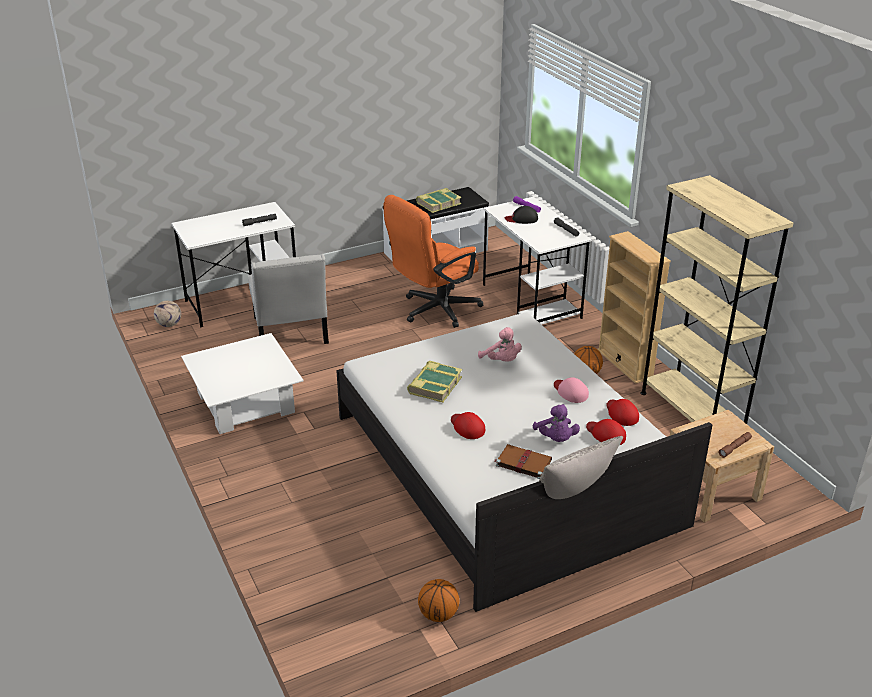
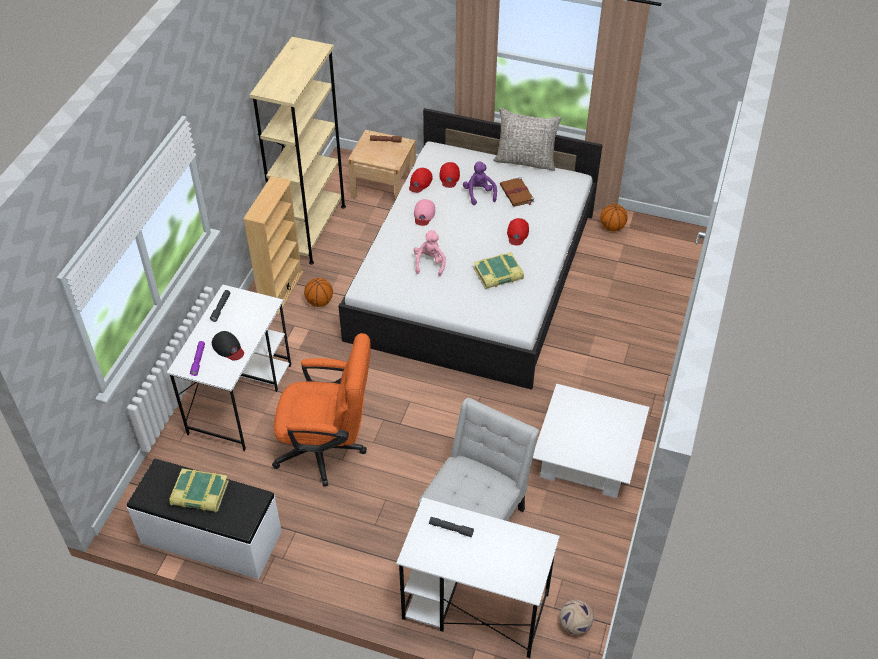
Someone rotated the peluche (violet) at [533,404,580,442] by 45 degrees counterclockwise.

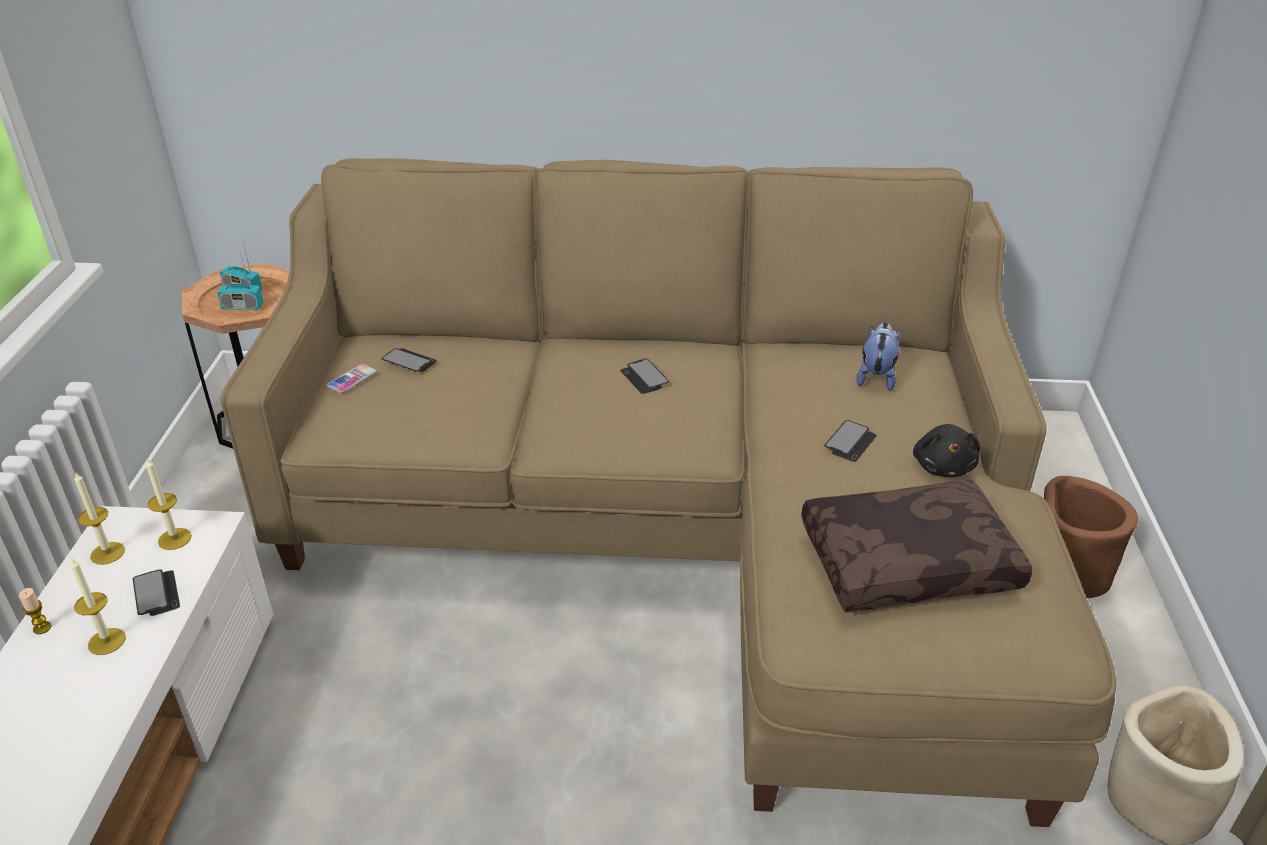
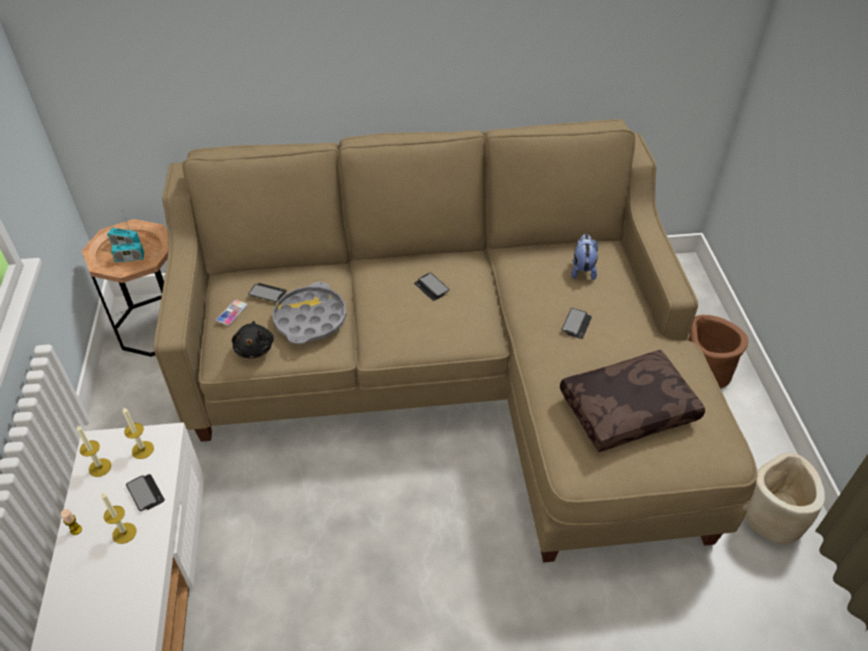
Someone carried the peluche (noir) from [913,424,980,477] to [232,321,274,358].
Someone put down the plateau (gris) at [273,282,346,344].

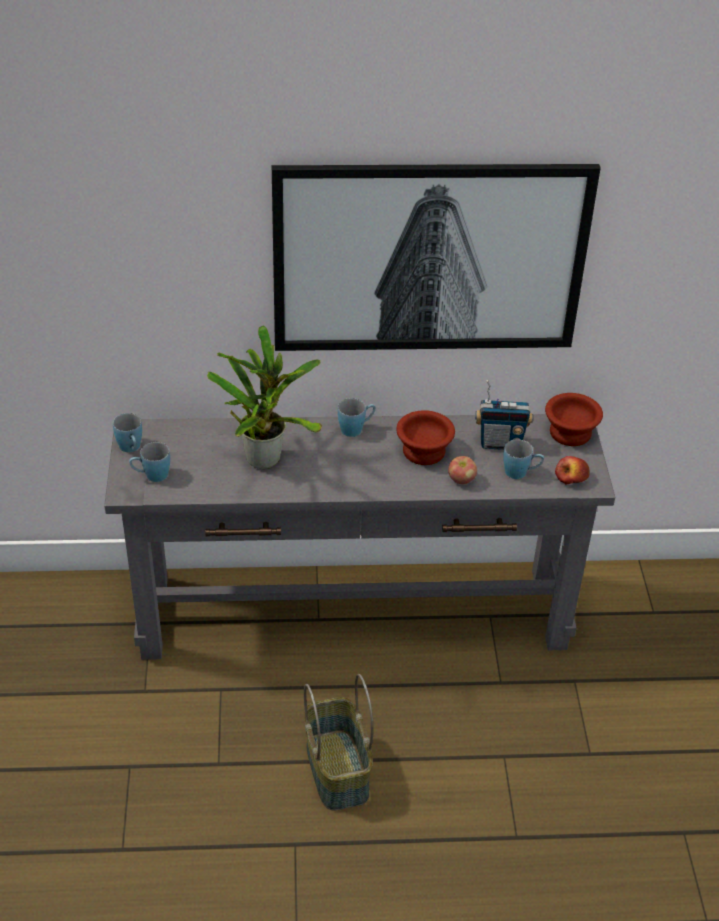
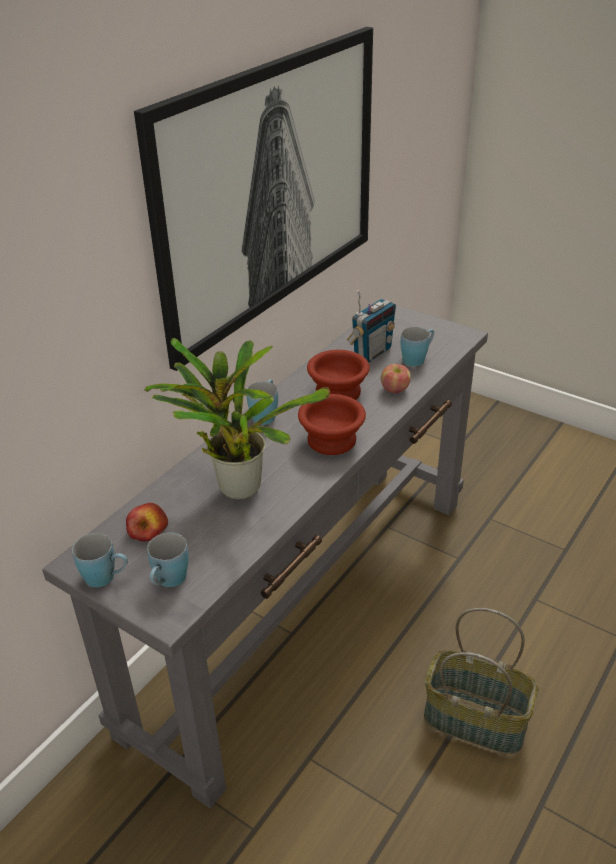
Someone carried the bol (marron) from [545,393,603,446] to [298,394,366,455].
Someone carried the pomme from [555,456,590,484] to [126,503,168,542].

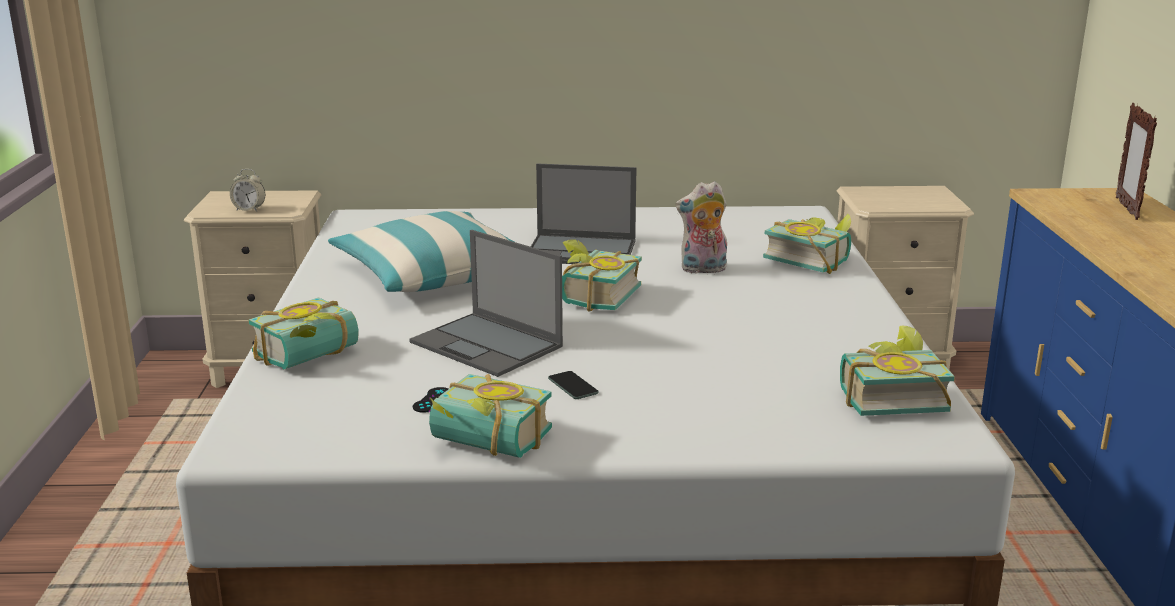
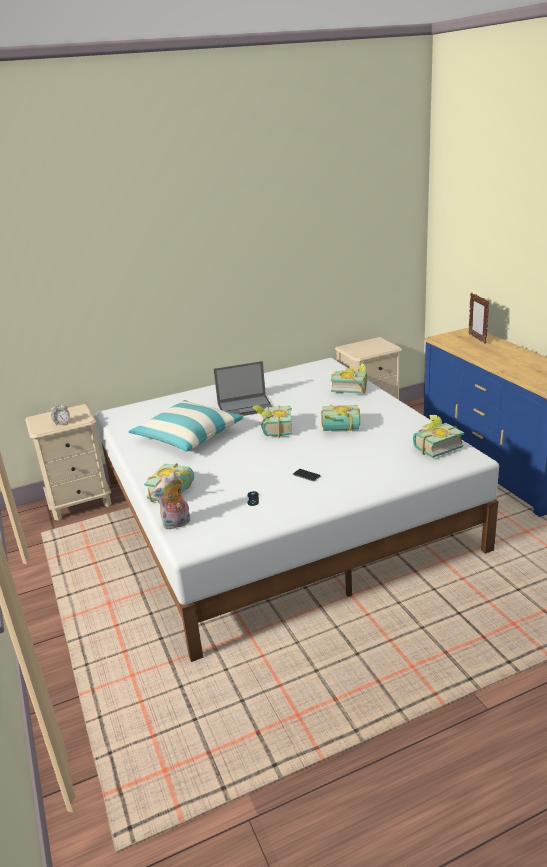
Someone carried the peluche from [675,181,727,274] to [152,472,190,530].
Someone took away the ordinateur portable at [409,230,563,377].
Someone carried the livre from [429,374,552,458] to [321,404,360,431].

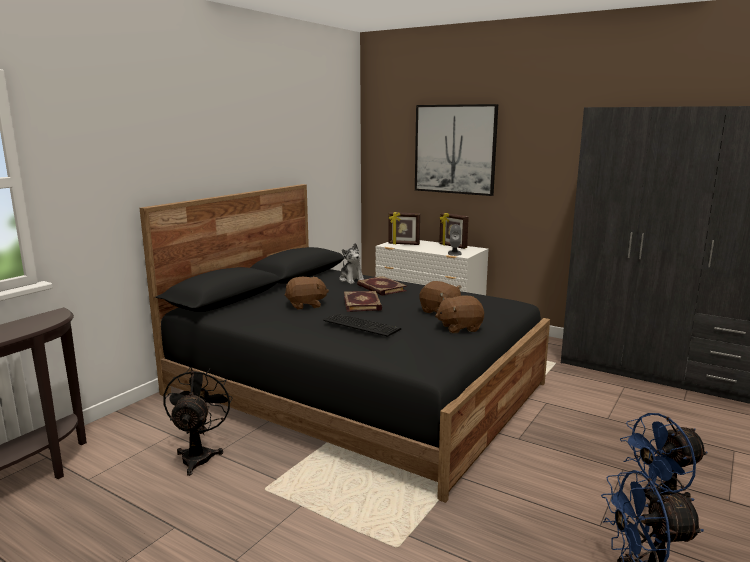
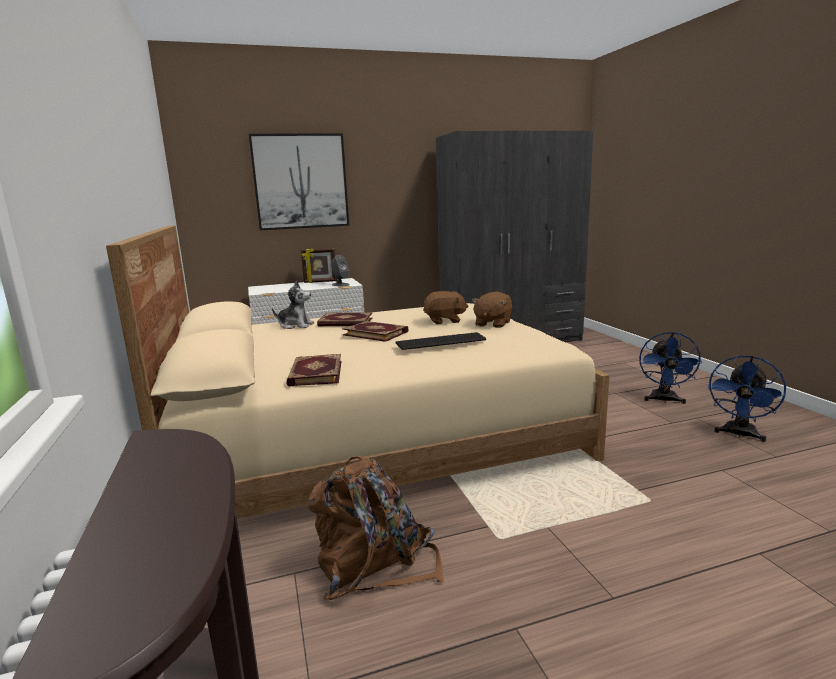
Someone repainted the lit (noir) at [140,184,550,503], which became the lit (beige) at [106,225,610,519].
Someone took away the cadre photo at [388,212,420,245].
Someone took away the peluche (marron) at [285,276,329,310].
Someone swapped the ventilateur (noir) at [164,367,233,476] for the sac à dos (marron) at [308,456,444,600].
Someone put down the livre at [286,354,341,387].

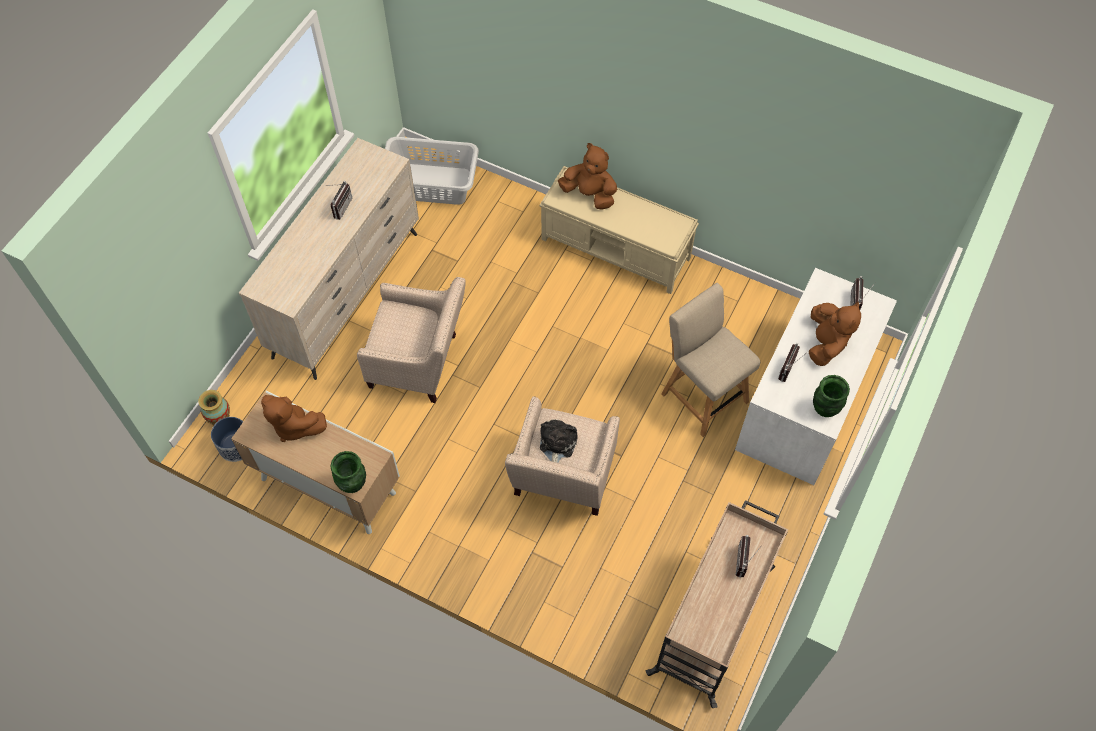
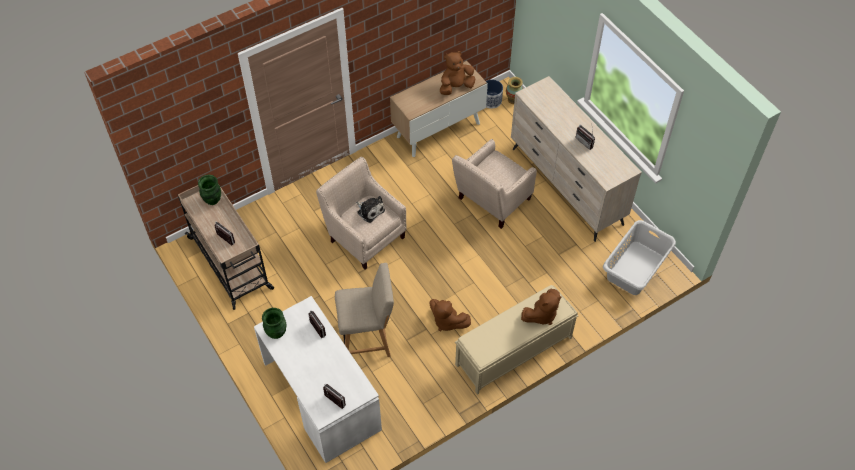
Someone carried the peluche (marron) from [809,302,861,366] to [429,299,471,331].
Someone carried the vase (vert) from [330,451,366,493] to [198,175,221,205].

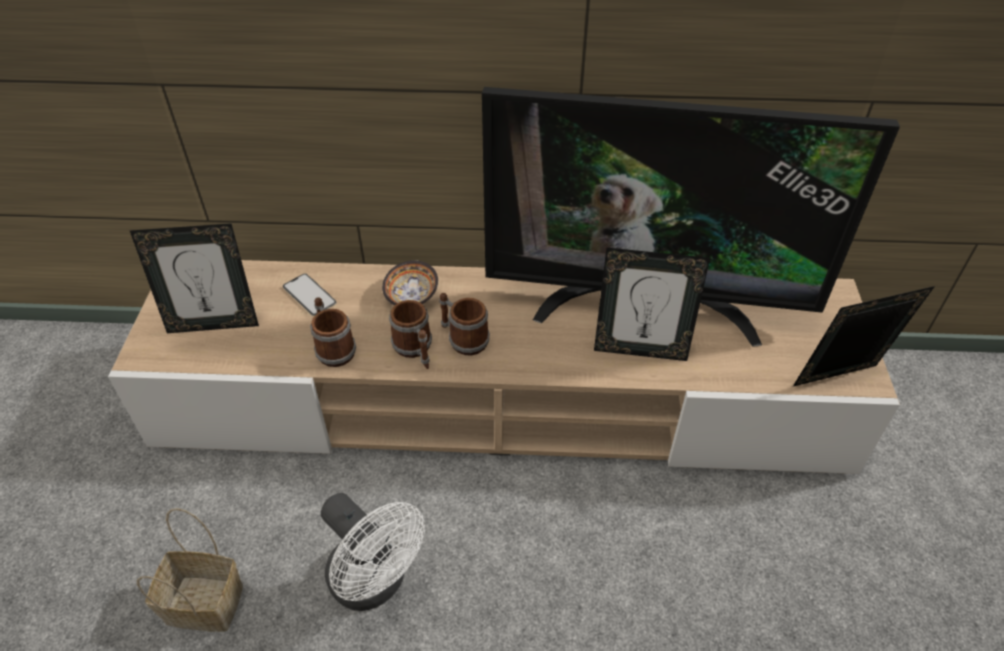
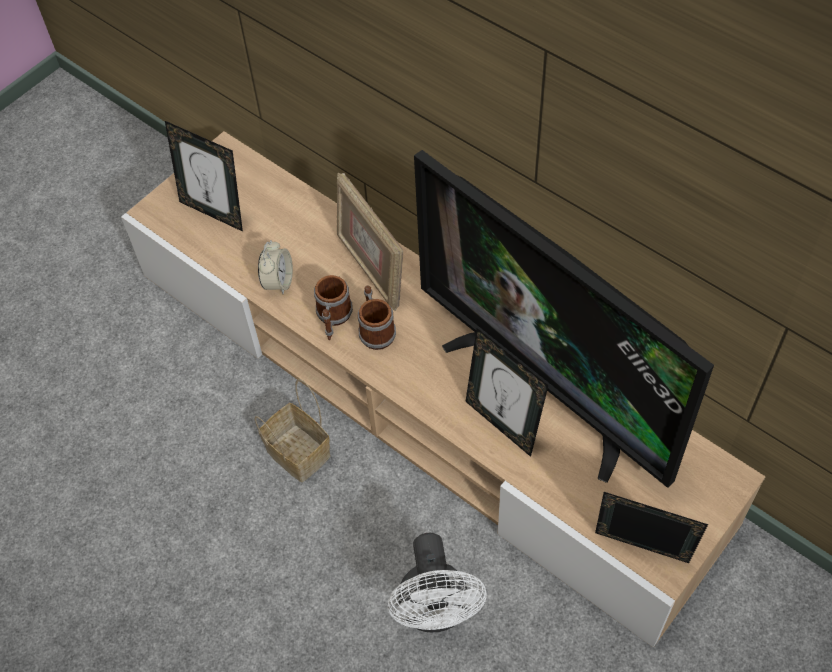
Someone swapped the bol at [382,260,438,306] for the cadre photo at [337,173,403,311].
Someone took away the téléphone at [283,273,337,316].
Someone swapped the mug at [310,297,356,367] for the réveil at [258,240,293,295].
Someone carried the ventilateur (blanc) from [321,493,425,611] to [388,533,487,632].
Someone carried the panier from [137,508,243,632] to [255,379,330,482].

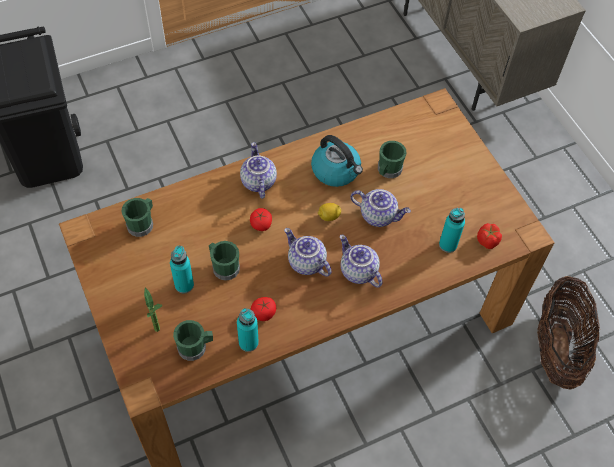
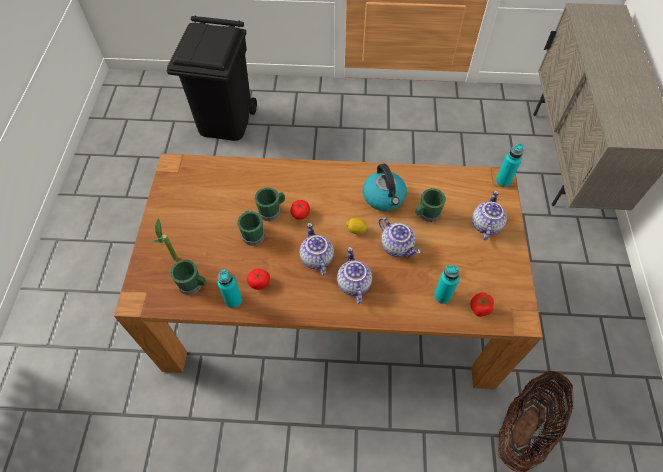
Someone carried the théière from [240,142,277,199] to [472,190,507,240].
Someone carried the mug (vert) from [122,198,153,237] to [255,187,285,221].
Someone carried the bouteille (turquoise) from [170,246,194,293] to [496,143,524,187].

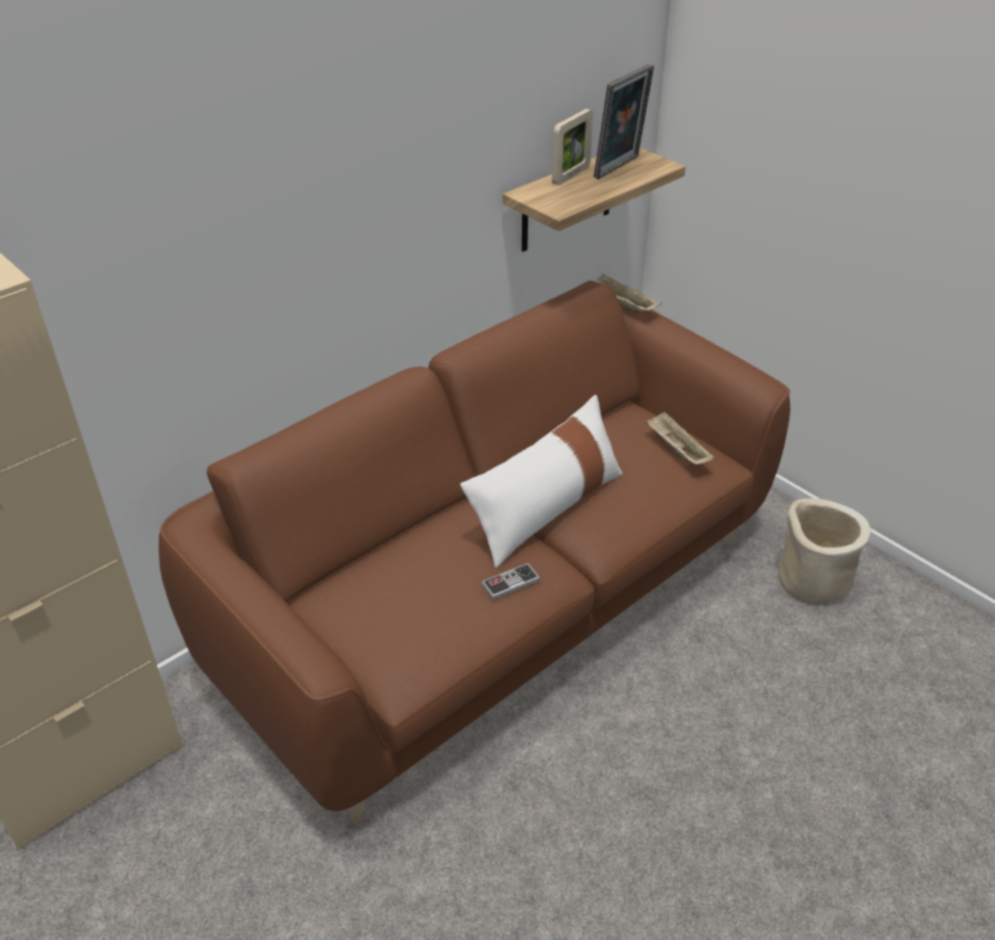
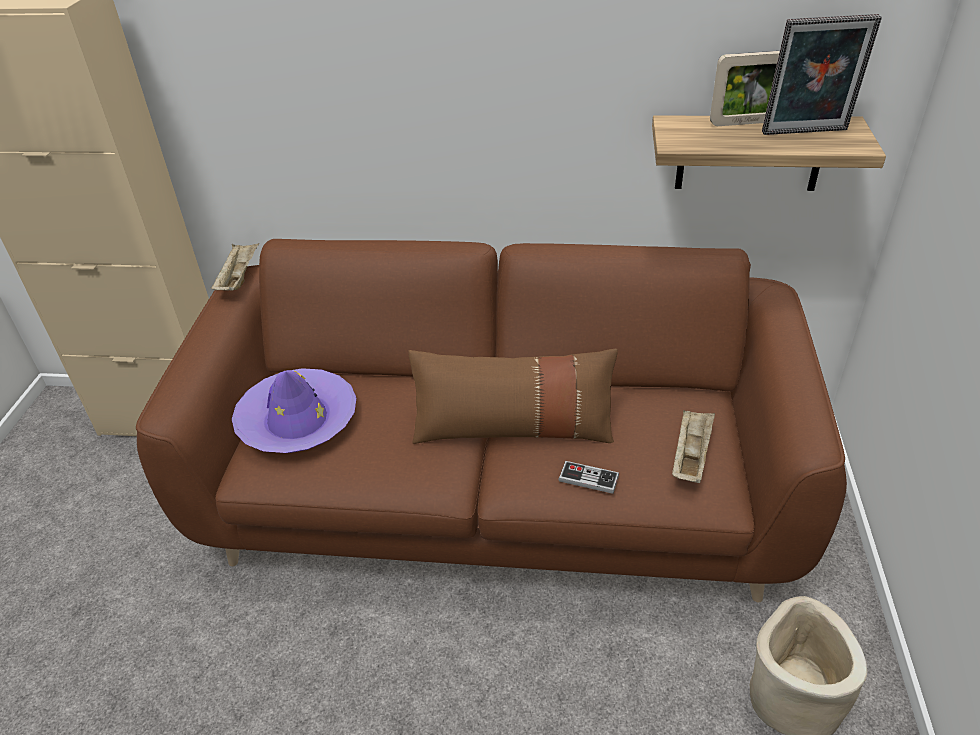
Someone carried the plateau (beige) from [595,274,662,313] to [211,243,259,291].
Someone repainted the coussin (blanc) at [460,395,623,568], which became the coussin (marron) at [408,349,618,444].
Someone carried the manette from [481,563,540,600] to [558,461,619,494].
Someone put down the chapeau (violet) at [232,368,356,453].

